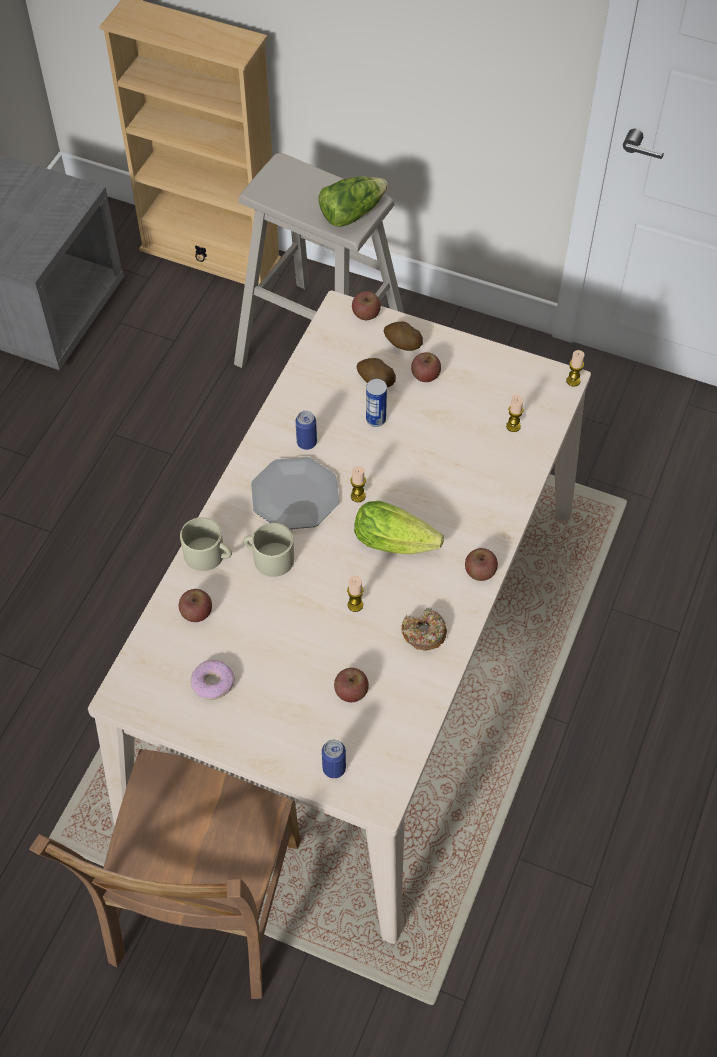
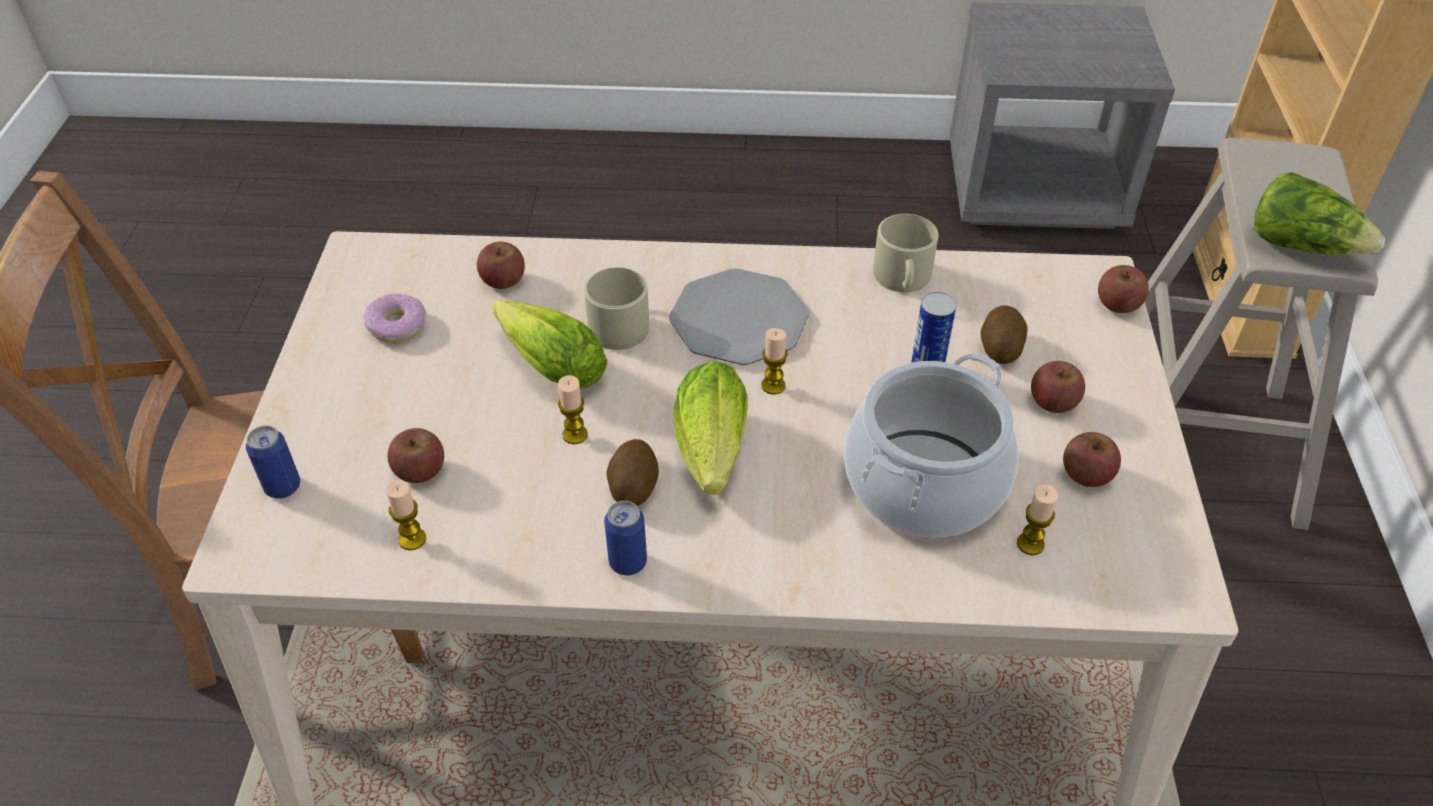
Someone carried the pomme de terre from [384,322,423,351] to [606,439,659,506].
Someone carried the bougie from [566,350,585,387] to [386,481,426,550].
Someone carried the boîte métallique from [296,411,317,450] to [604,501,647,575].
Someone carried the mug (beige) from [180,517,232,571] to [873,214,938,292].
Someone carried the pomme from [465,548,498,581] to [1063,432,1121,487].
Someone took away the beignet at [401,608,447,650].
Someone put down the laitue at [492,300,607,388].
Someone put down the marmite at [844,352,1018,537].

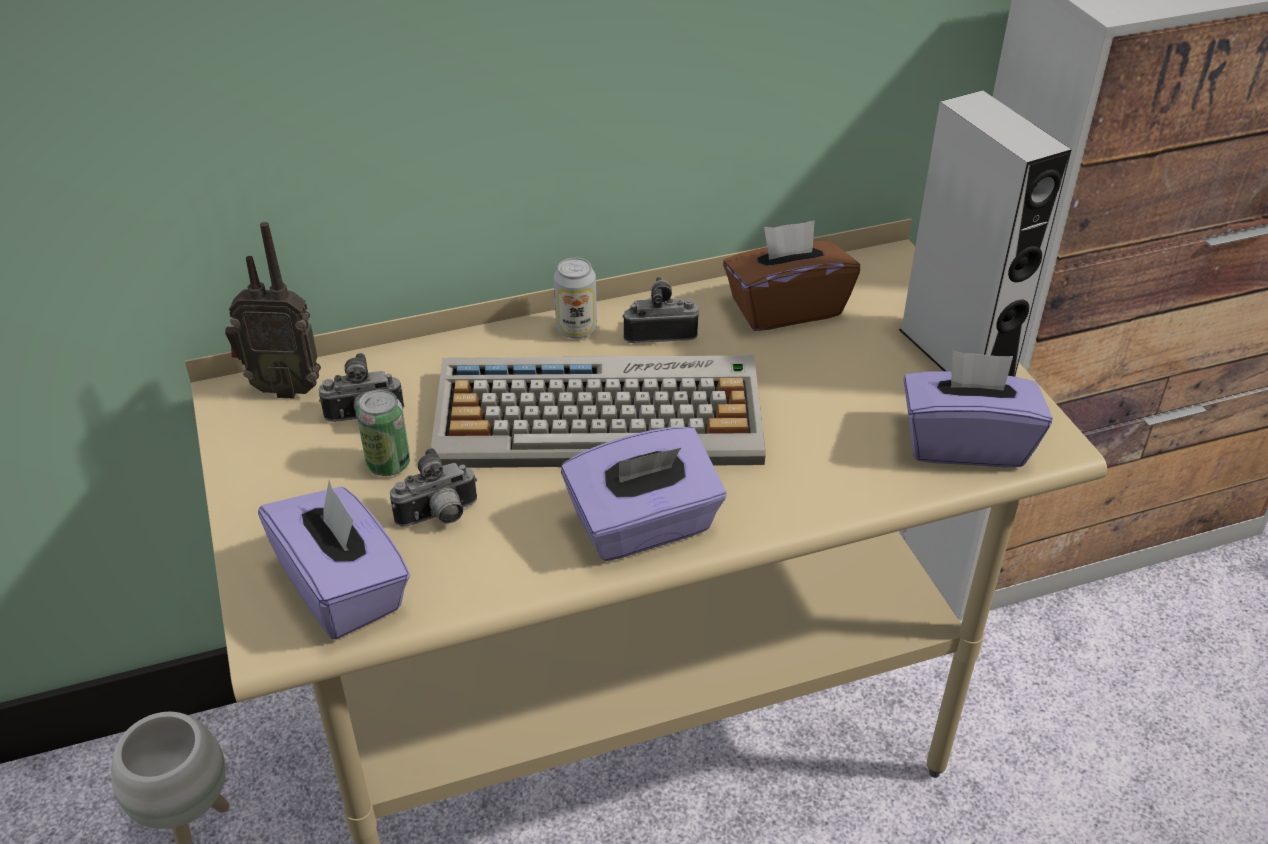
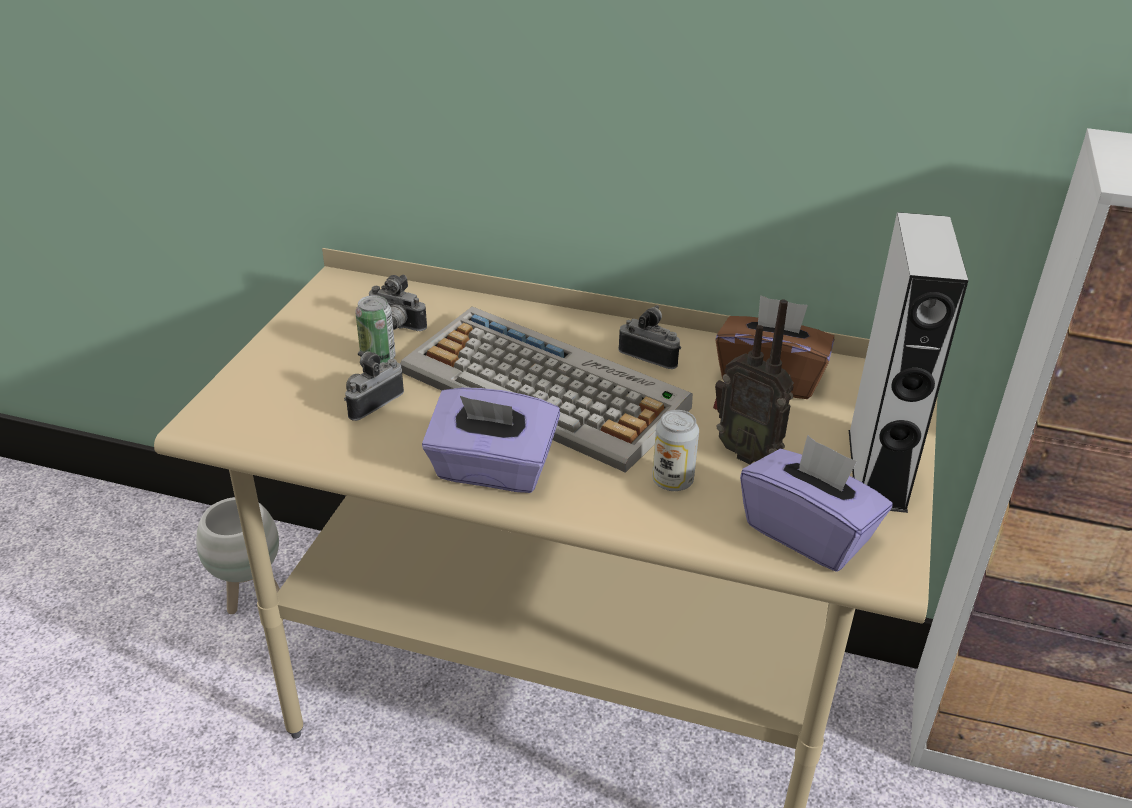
Someone carried the radio from [225,222,321,398] to [713,300,794,464].
Someone carried the boîte métallique from [554,257,597,339] to [652,410,699,491].
Someone rotated the appareil photo at [390,448,477,527] by 120 degrees clockwise.
Someone took away the boîte à mouchoirs (violet) at [258,480,410,640].

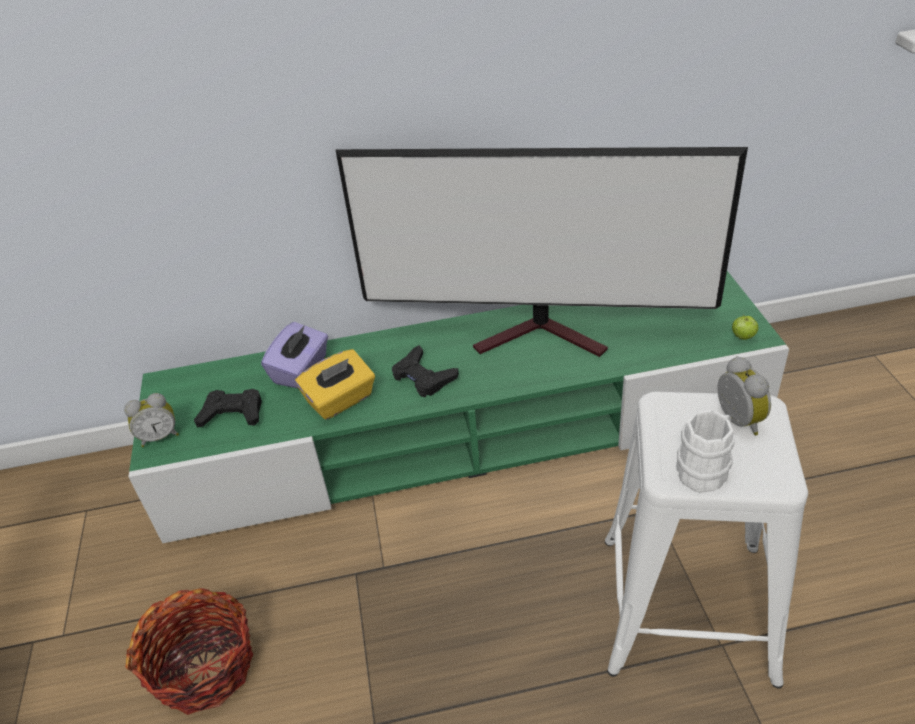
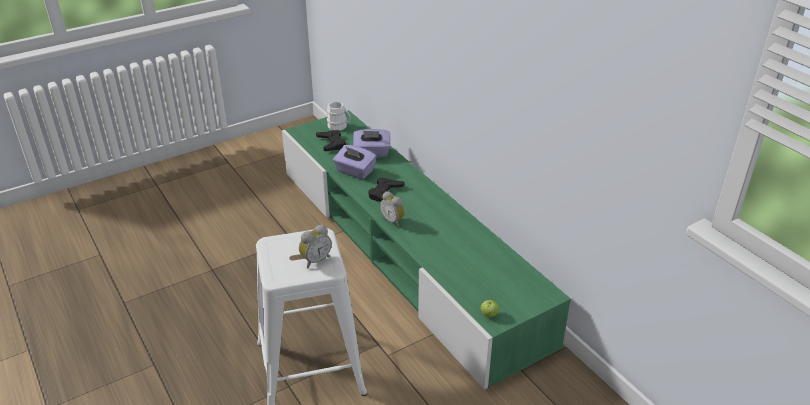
Someone took away the téléviseur at [335,147,748,357].
Someone repainted the boîte à mouchoirs (jaune) at [295,349,375,420], which became the boîte à mouchoirs (violet) at [333,145,376,179].
Someone carried the réveil from [124,393,179,447] to [380,191,405,227].
Someone carried the mug (blanc) from [676,410,735,493] to [327,102,351,131].
Someone took away the panier at [125,588,253,715].

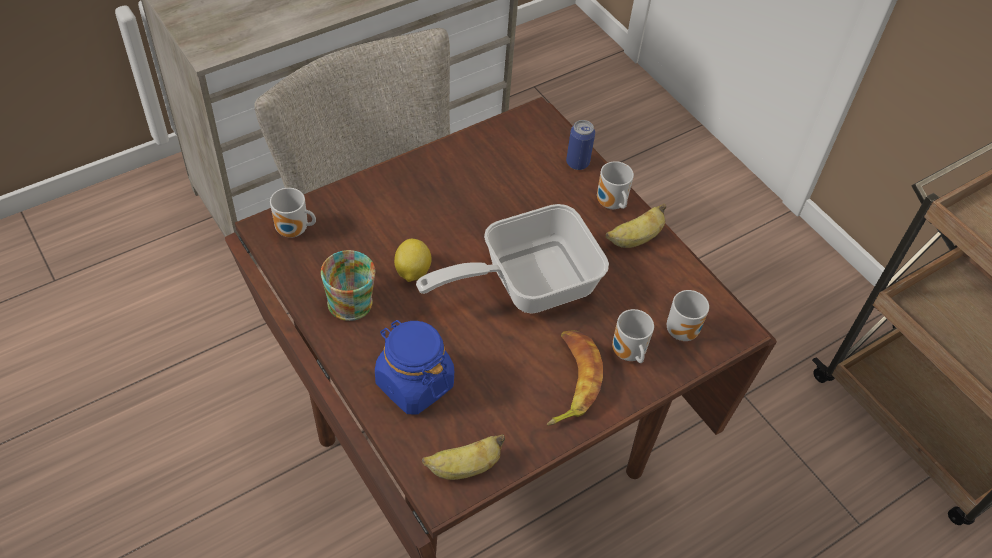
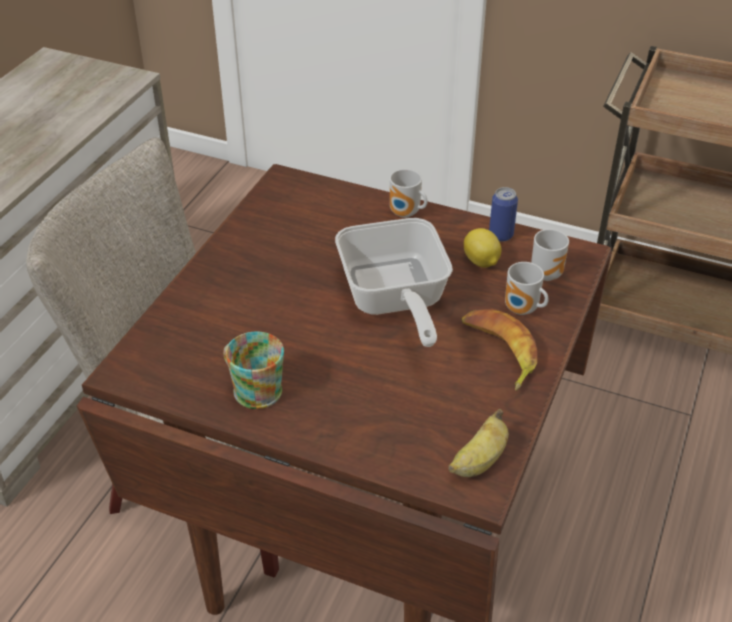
Someone carried the boîte métallique from [566,120,595,170] to [489,187,518,242].
Someone took away the mug at [270,188,316,238].
Someone took away the banane at [606,203,666,248].
Someone rotated the poêle at [416,204,609,314] by 45 degrees counterclockwise.
Someone carried the citron from [394,239,432,282] to [464,228,501,268].
Someone took away the bocal (bleu) at [375,320,454,415].

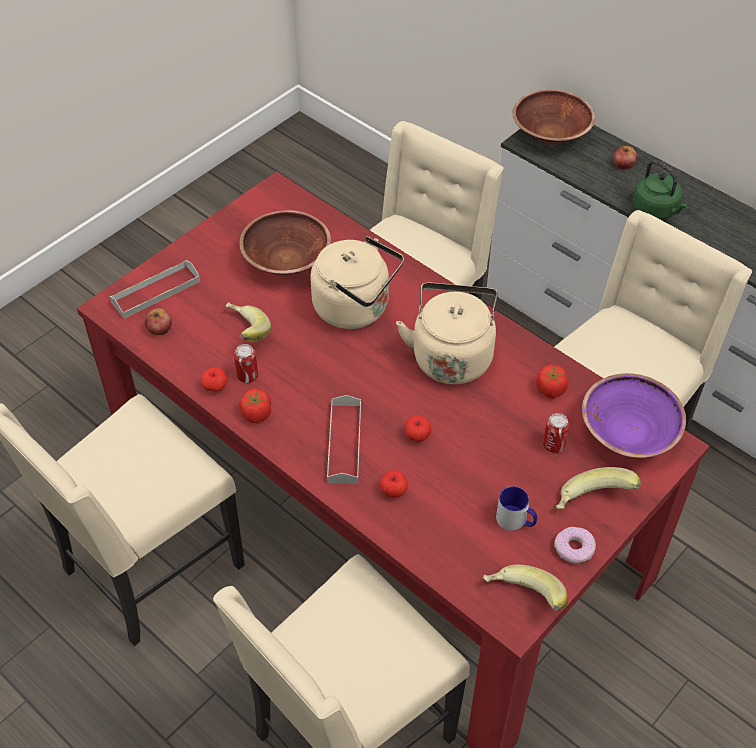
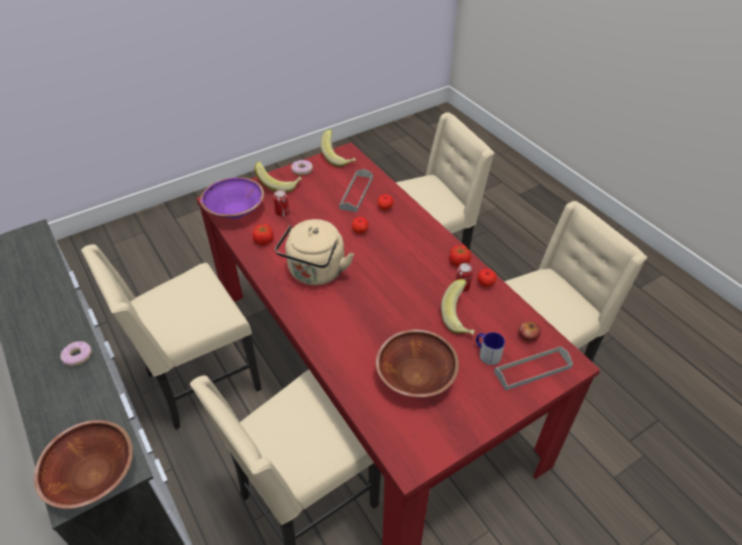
Someone took away the pomme at [613,146,637,170].
Someone swapped the bouilloire (vert) at [633,160,689,219] for the beignet at [60,341,92,366].
Someone took away the bouilloire (beige) at [310,236,404,329].
Someone carried the plateau (gris) from [327,395,361,484] to [339,169,373,212].
Someone carried the mug from [496,486,537,531] to [476,332,505,365].

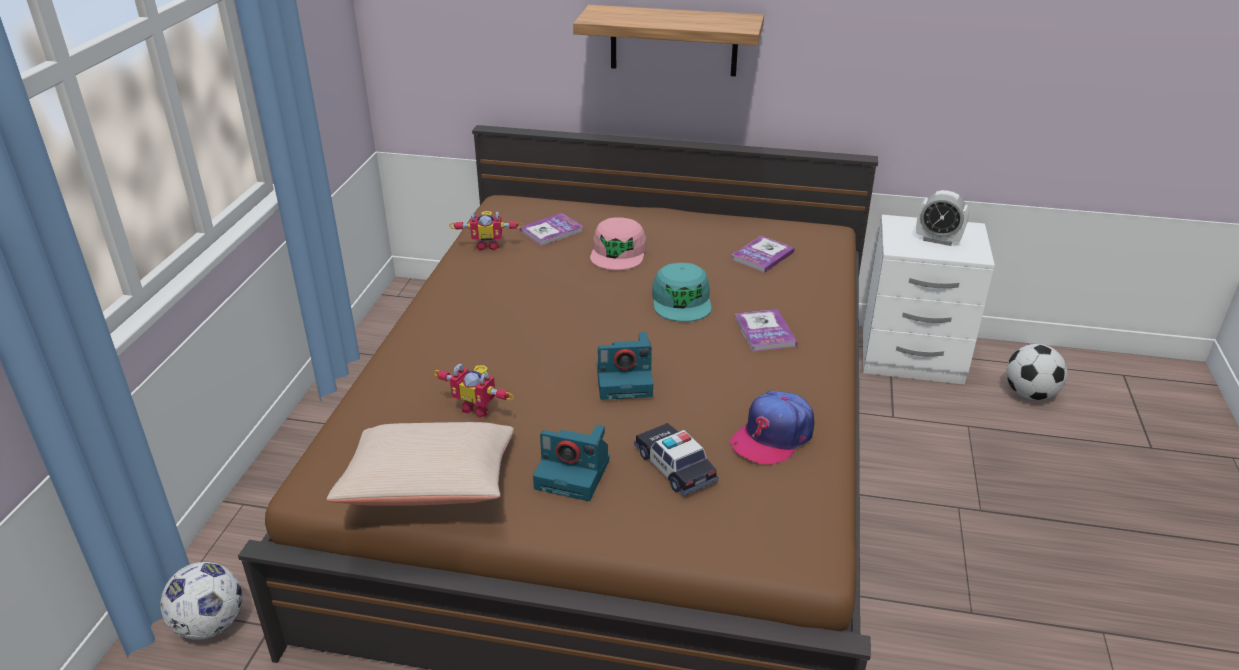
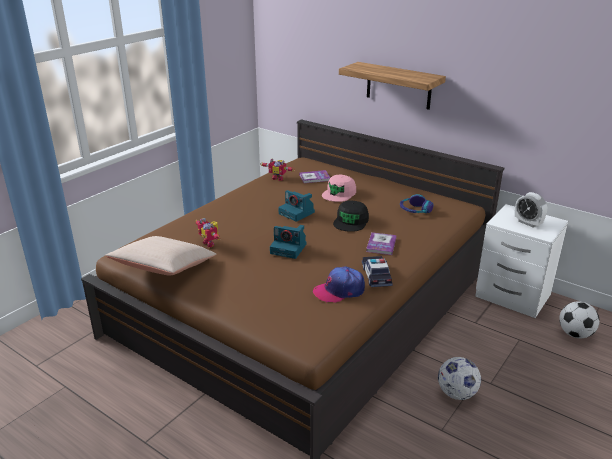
Someone swapped the livre at [732,236,795,273] for the casque audio at [400,194,433,213].
Someone repainted the casquette (turquoise) at [652,263,711,322], which became the casquette (noir) at [333,200,369,232].
Someone carried the petite voiture from [634,423,718,496] to [362,256,393,287].
Someone carried the appareil photo from [533,425,610,501] to [278,190,315,222].
Someone carried the ballon de foot from [160,562,242,640] to [438,357,481,400].

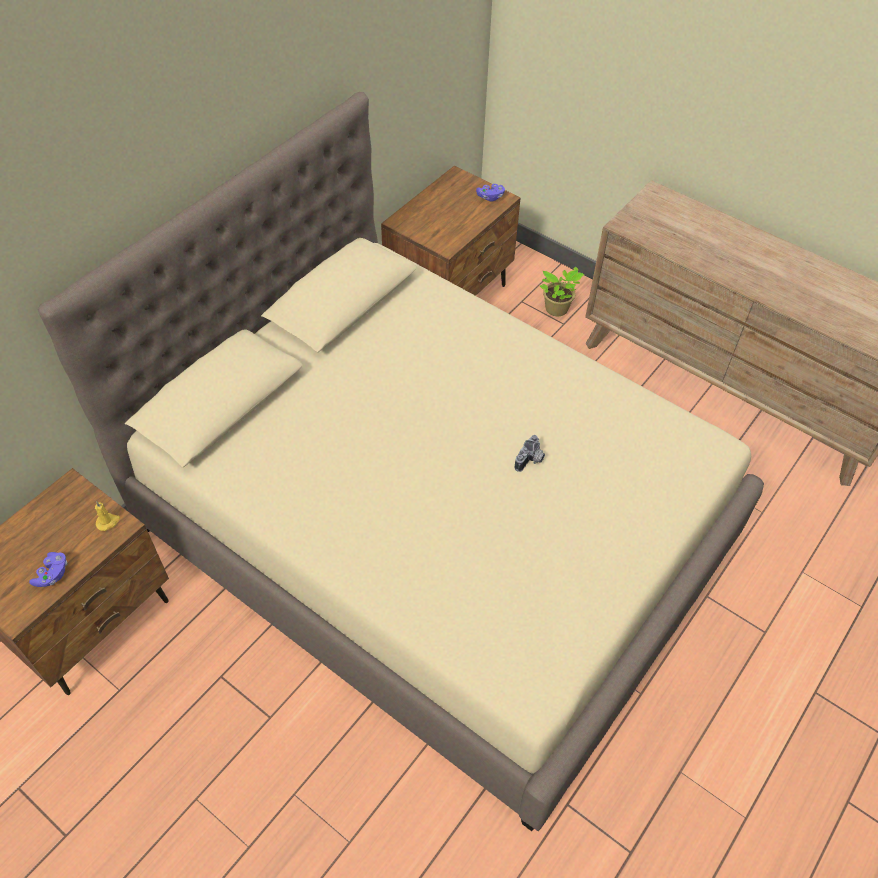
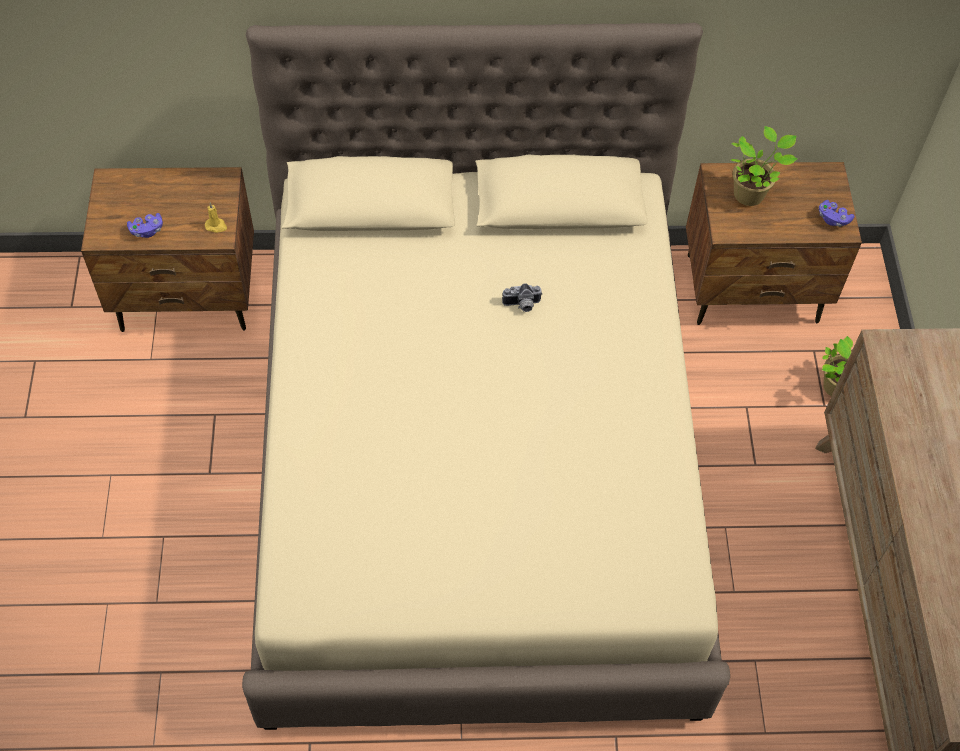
Someone carried the appareil photo from [515,435,545,472] to [502,283,543,312].
Someone put down the plante en pot at [731,126,797,206].

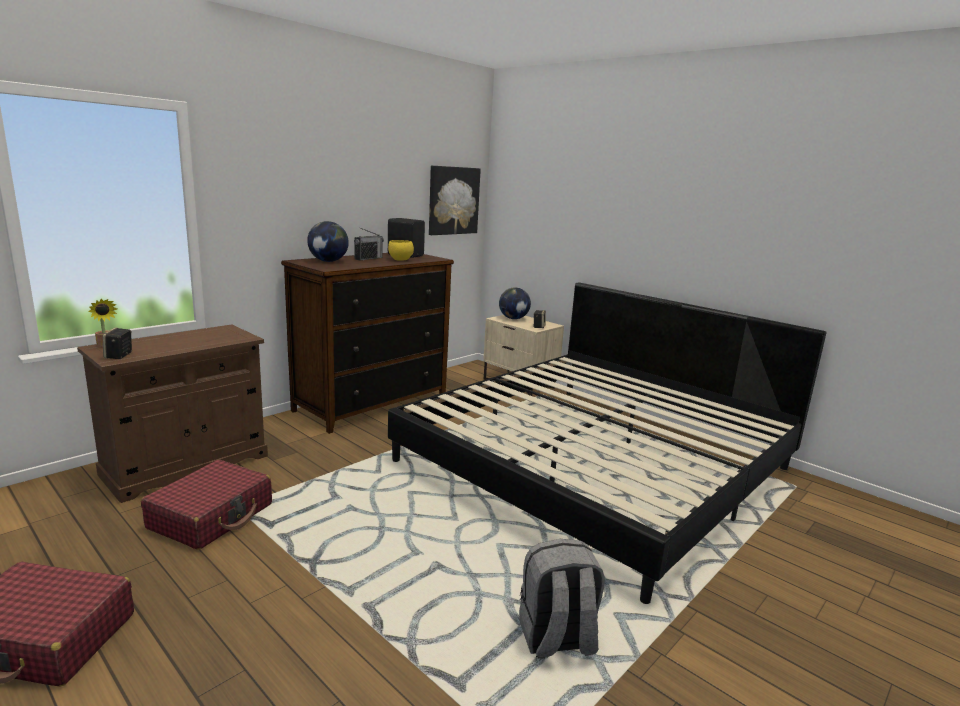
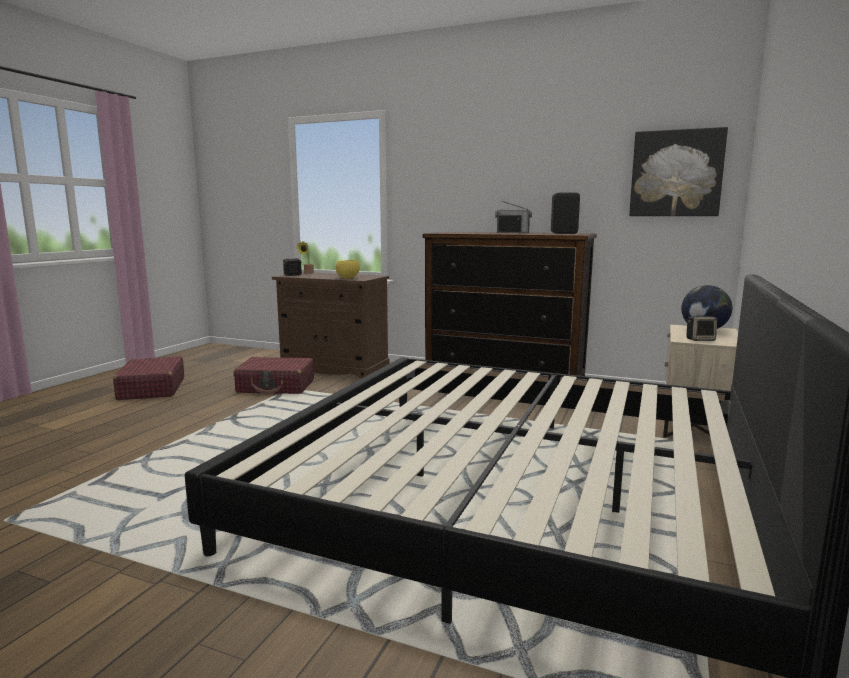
Someone took away the globe at [307,221,349,262].
Someone carried the bol (jaune) from [388,240,414,261] to [336,260,360,279].
Someone took away the sac à dos (gris) at [519,539,605,658].

